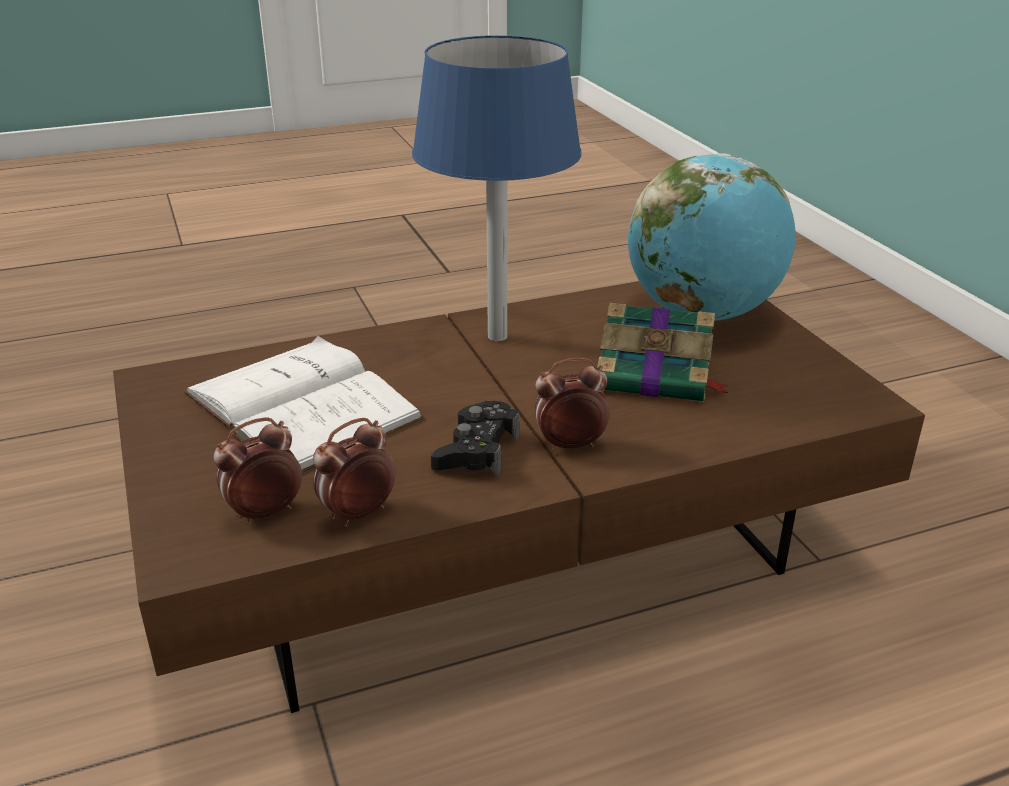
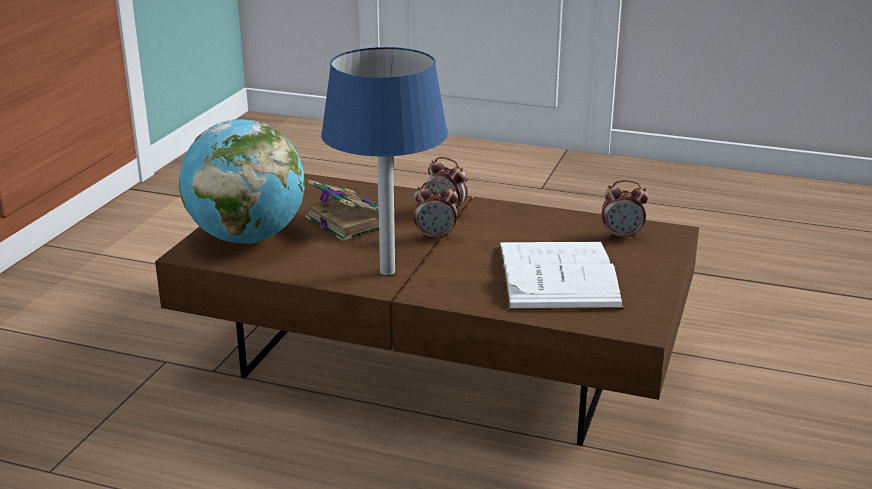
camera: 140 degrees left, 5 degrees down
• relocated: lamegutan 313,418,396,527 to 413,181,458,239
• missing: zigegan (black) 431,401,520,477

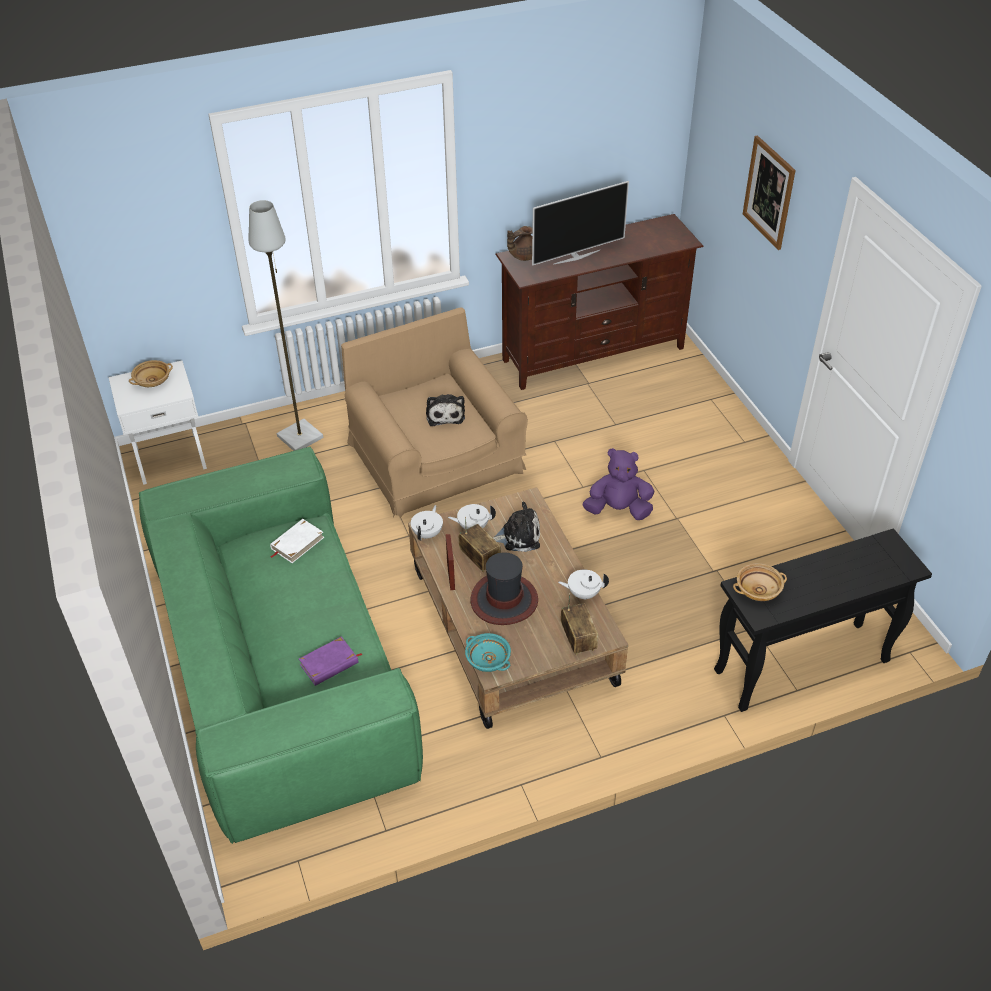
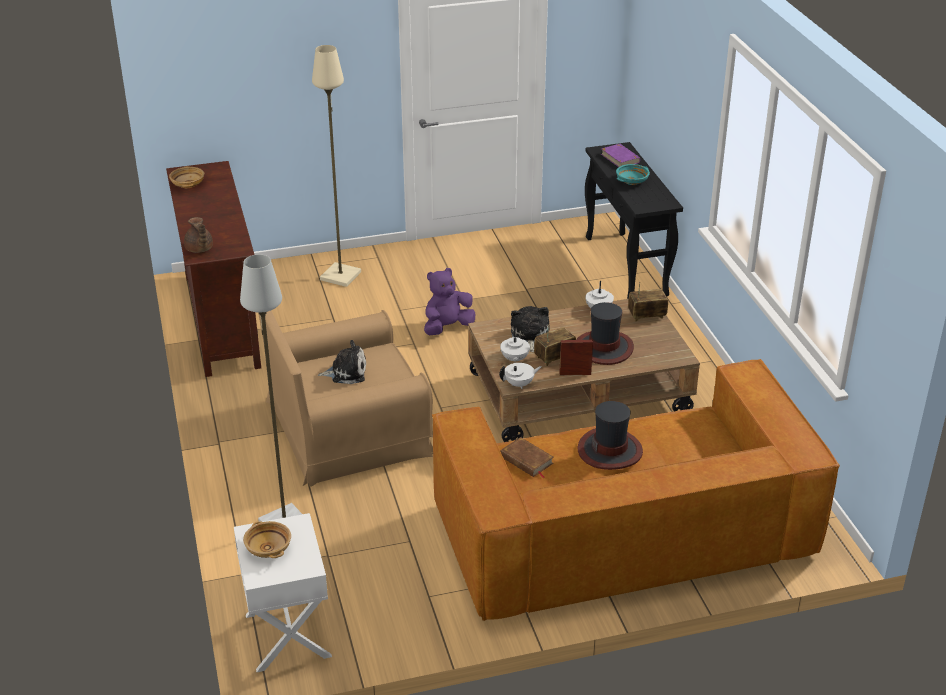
camera: 85 degrees left, 10 degrees down
• colour: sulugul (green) 139,447,423,844 to sulugul (brown) 432,359,840,621
• colour: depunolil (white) 270,519,324,563 to depunolil (brown) 500,437,554,478
• relocated: depunolil (purple) 299,636,362,686 to 601,144,640,167
• spun: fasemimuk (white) 411,505,443,541 = 499,363,542,389 135 degrees clockwise
• relocated: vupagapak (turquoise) 465,633,511,672 to 616,164,650,185
• missing: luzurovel 532,181,629,266
• spun: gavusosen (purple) 583,448,654,520 = 424,268,475,335 45 degrees clockwise
• relocated: vupagapak (beige) 733,563,787,601 to 169,166,204,188
• missing: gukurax 743,135,796,250
• appeared: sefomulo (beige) 312,45,361,287
• appeared: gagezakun 578,401,643,470

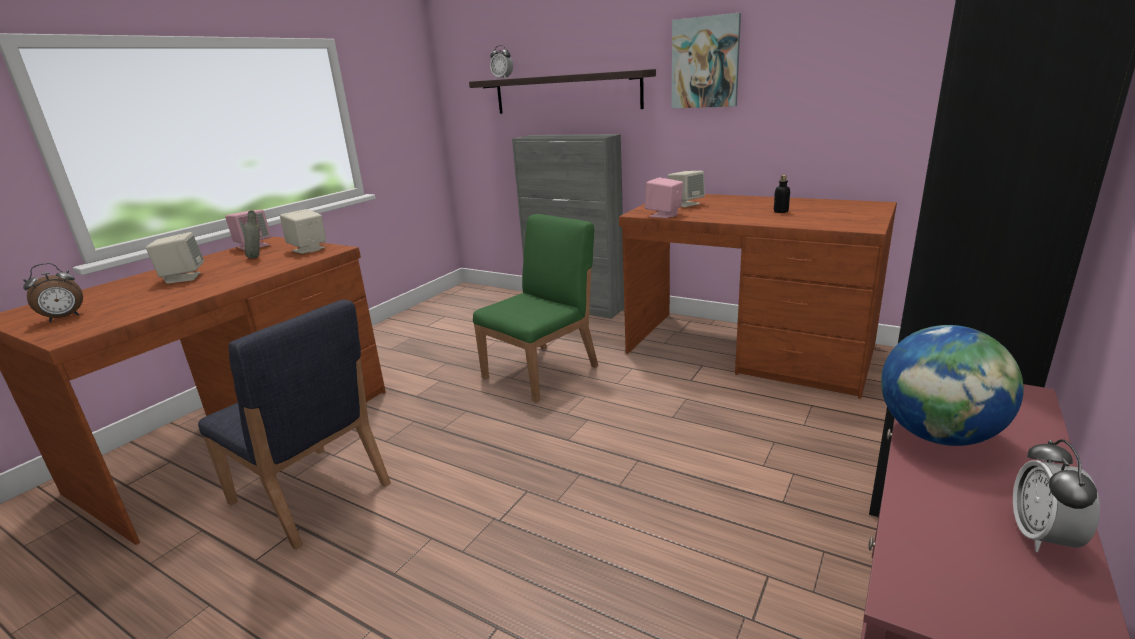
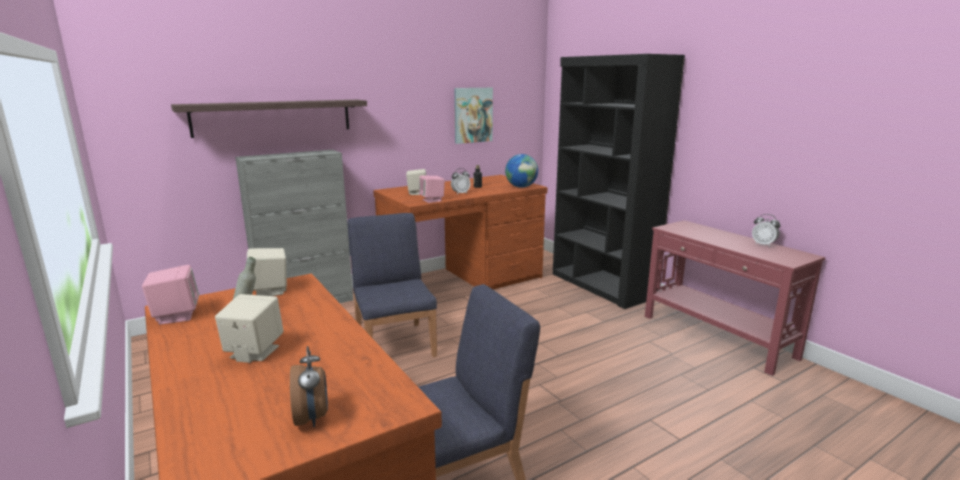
camera: 65 degrees left, 5 degrees down
• colour: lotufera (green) 473,214,598,402 to lotufera (blue) 347,213,437,357
• relocated: lamegutan 490,45,513,79 to 451,168,470,195
• relocated: gukurax 672,13,741,108 to 454,88,493,144
• relocated: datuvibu 881,325,1024,446 to 505,154,538,188

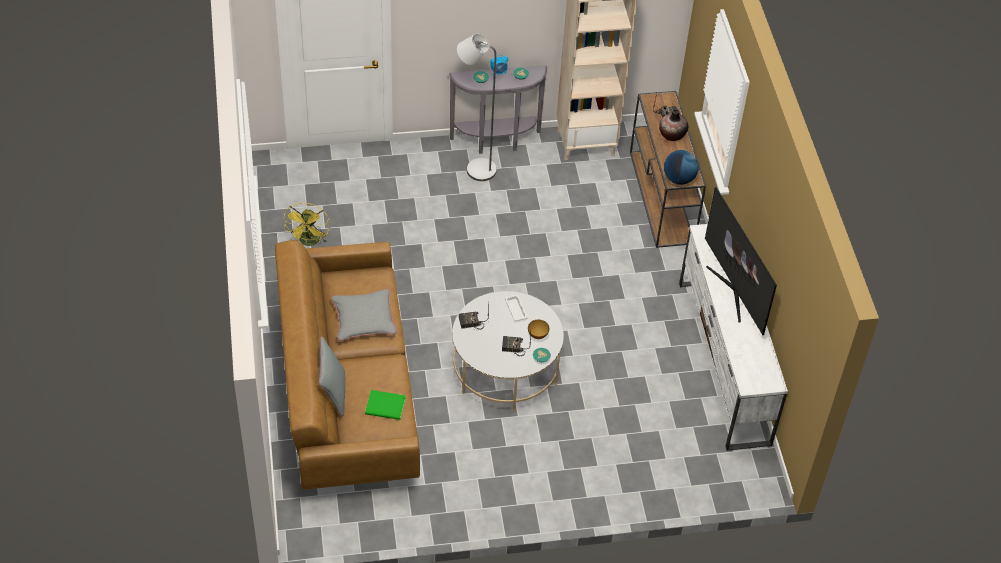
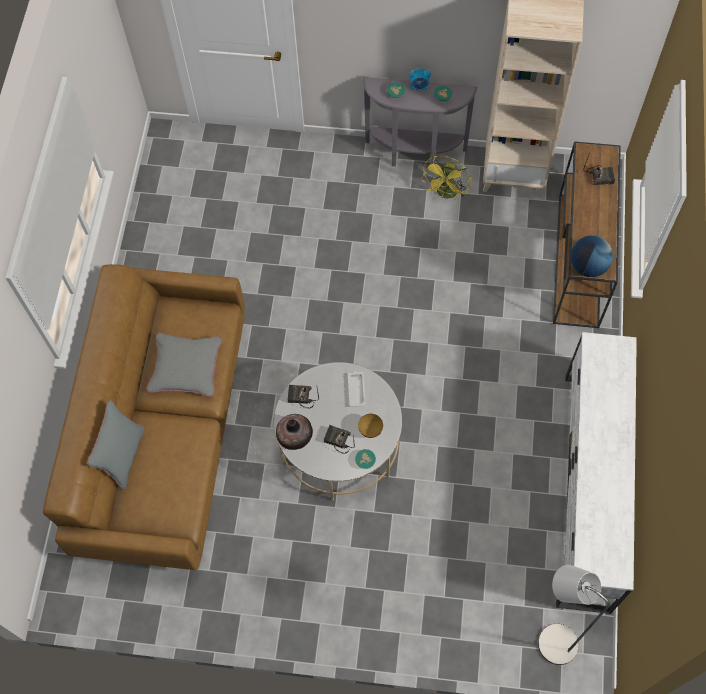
camera: 20 degrees right, 15 degrees up
• relocated: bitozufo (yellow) 283,203,330,246 to 421,156,471,200
• missing: depunolil (green) 365,390,406,420
• relocated: sefomulo (grey) 457,34,497,181 to 538,565,610,665
• relocated: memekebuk 659,109,688,141 to 276,414,313,450
• missing: luzurovel 705,187,777,335

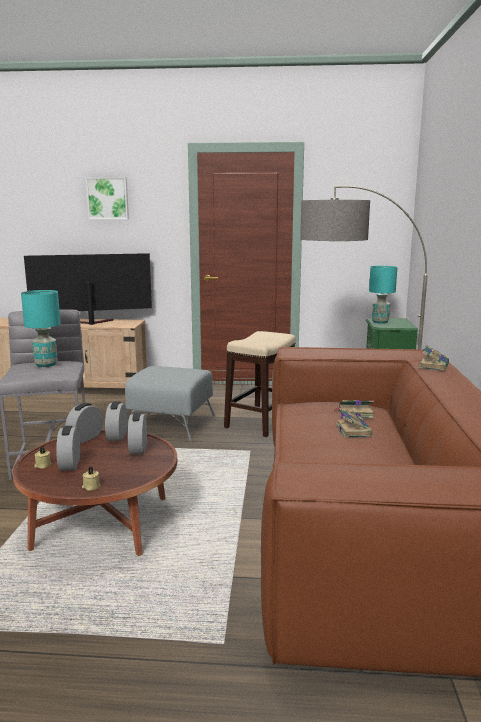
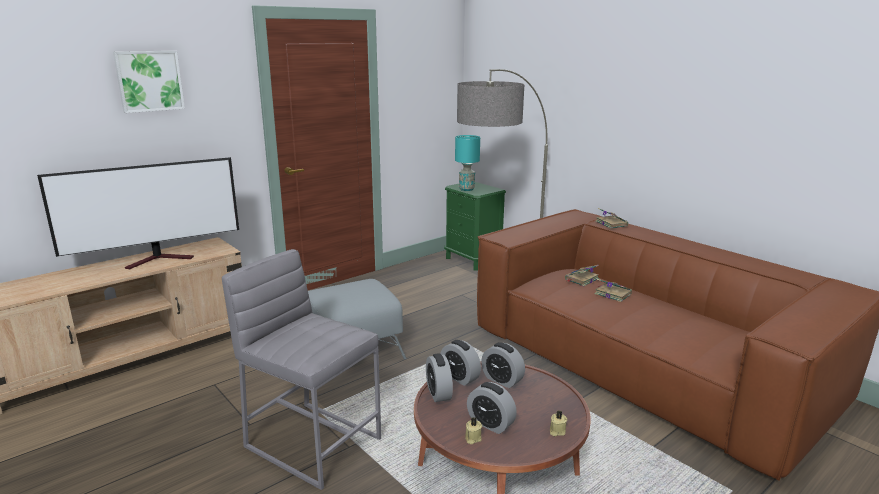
camera: 45 degrees left, 5 degrees up
• missing: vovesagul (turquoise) 21,290,61,367
• spun: luzurovel 24,253,152,325 = 37,157,239,269 150 degrees counterclockwise
• missing: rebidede 224,331,296,437

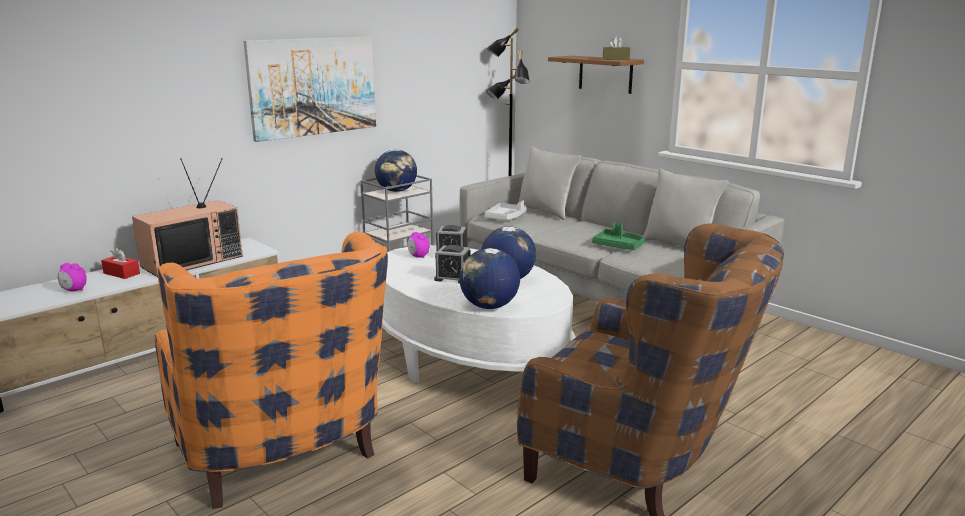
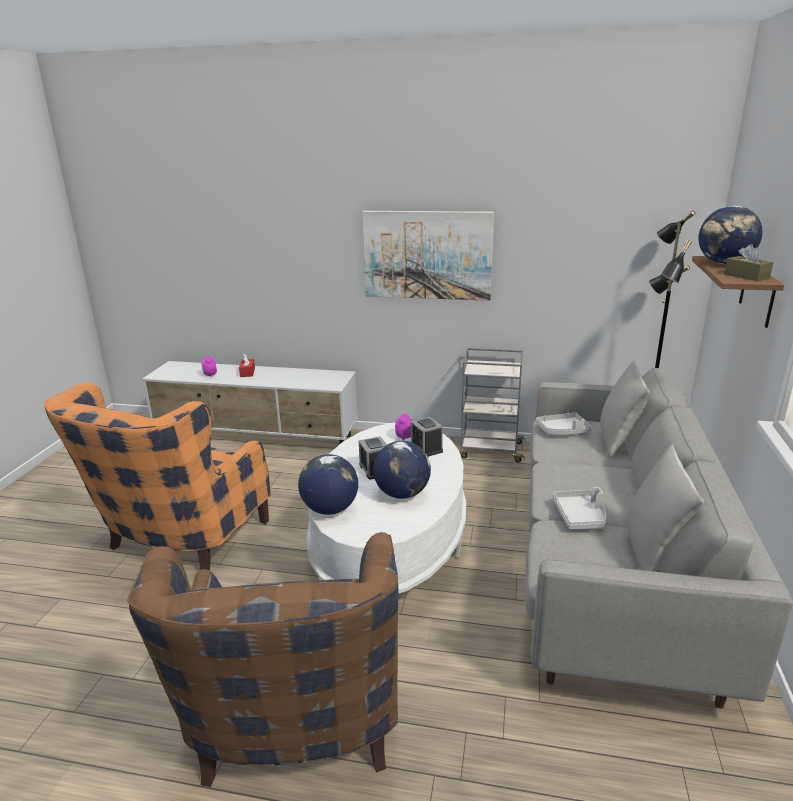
camera: 55 degrees right, 5 degrees up
• missing: luzurovel 132,158,243,277
• relocated: datuvibu 375,150,417,192 to 698,206,762,265
• colour: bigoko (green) 592,223,645,250 to bigoko (grey) 552,487,606,529

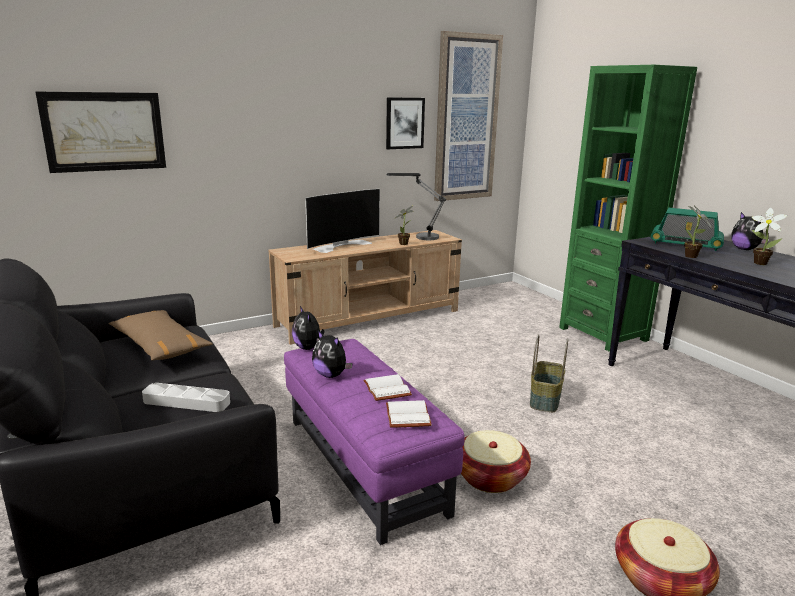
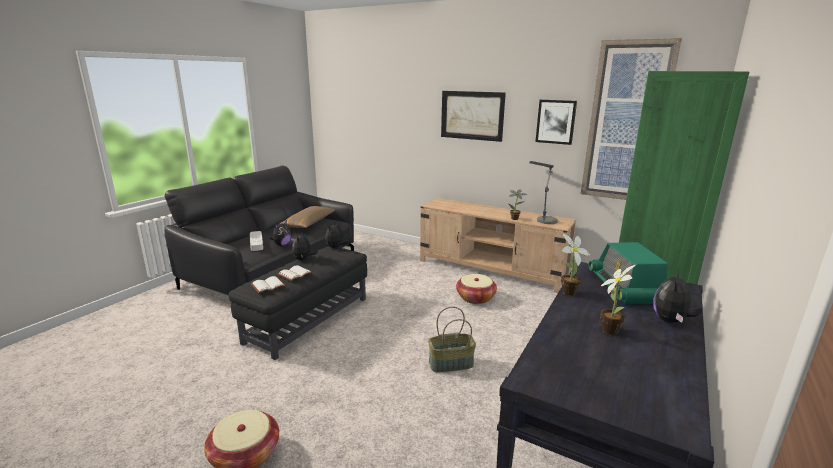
camera: 60 degrees right, 0 degrees up
• relocated: gukurax 36,92,166,173 to 441,91,506,142
• colour: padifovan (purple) 284,339,465,545 to padifovan (black) 229,246,367,360
• missing: luzurovel 305,189,380,253
• relocated: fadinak 461,430,531,493 to 456,274,497,304
• appeared: gavusosen 270,221,291,246

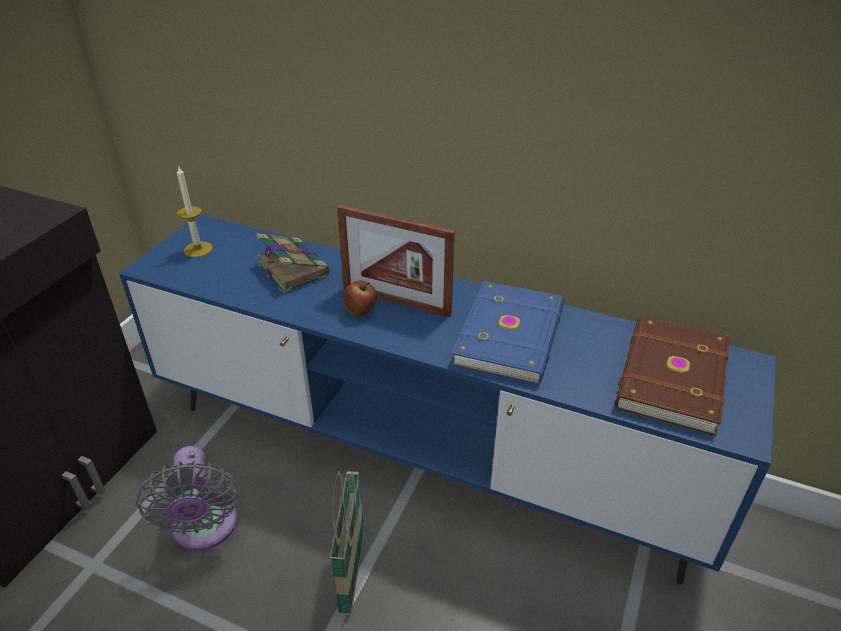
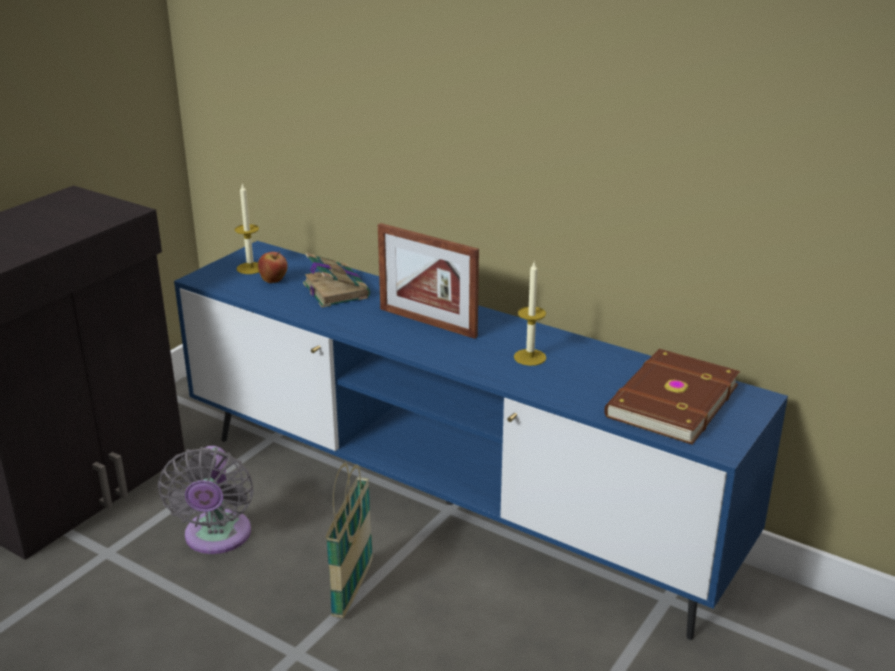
camera: 10 degrees right, 10 degrees down
• relocated: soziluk 344,281,377,316 to 258,252,288,283
• exchanged: depunolil (blue) 451,281,564,385 to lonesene 514,262,546,366

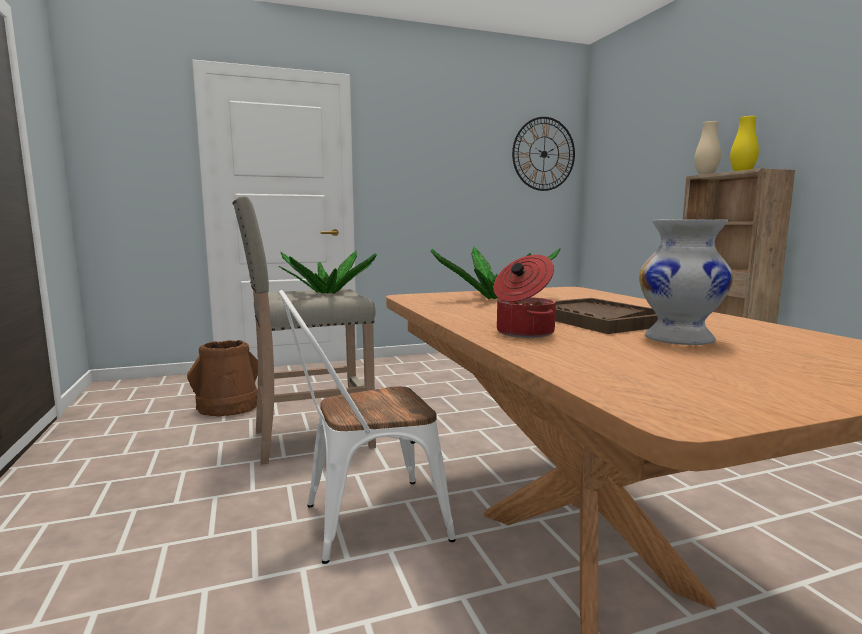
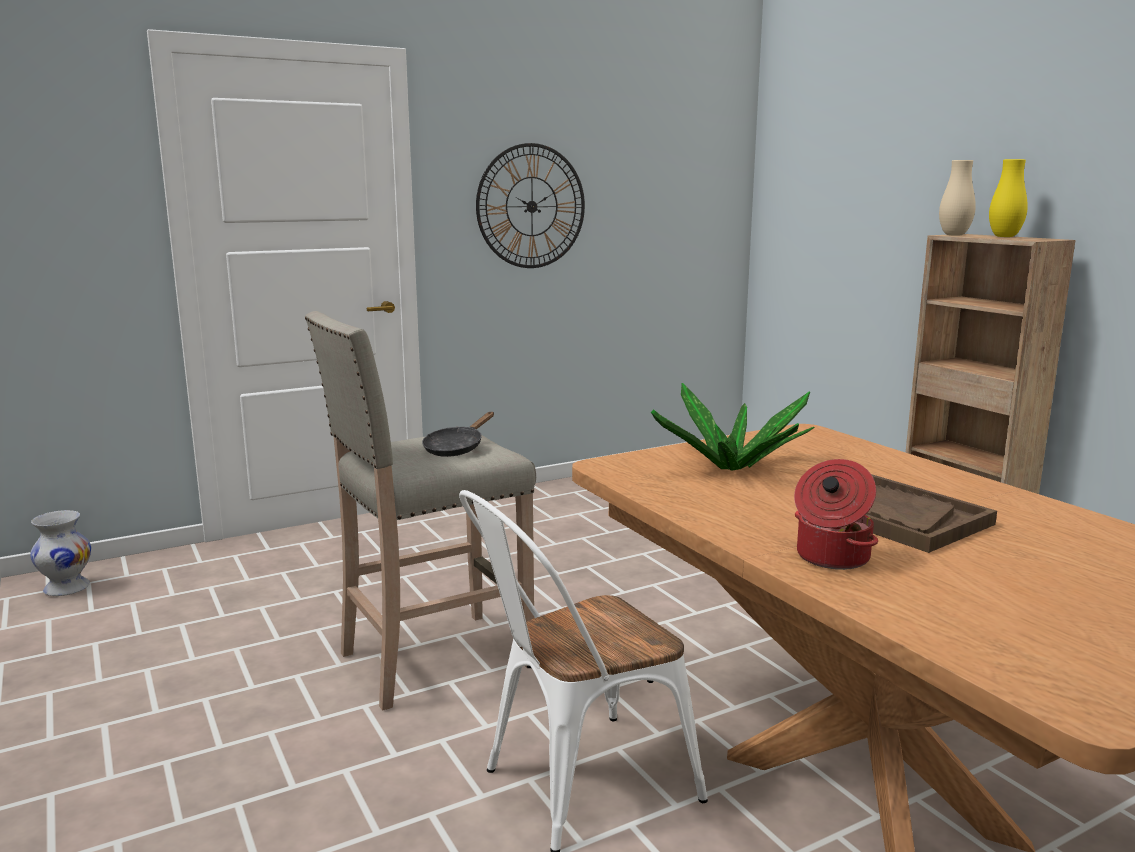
camera: 10 degrees left, 5 degrees up
• missing: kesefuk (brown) 187,340,258,416
• exchanged: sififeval 279,250,377,294 to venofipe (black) 422,412,494,457
• relocated: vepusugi 512,117,575,191 to 476,143,585,268
• relocated: memekebuk (white) 639,219,733,345 to 30,510,91,596

